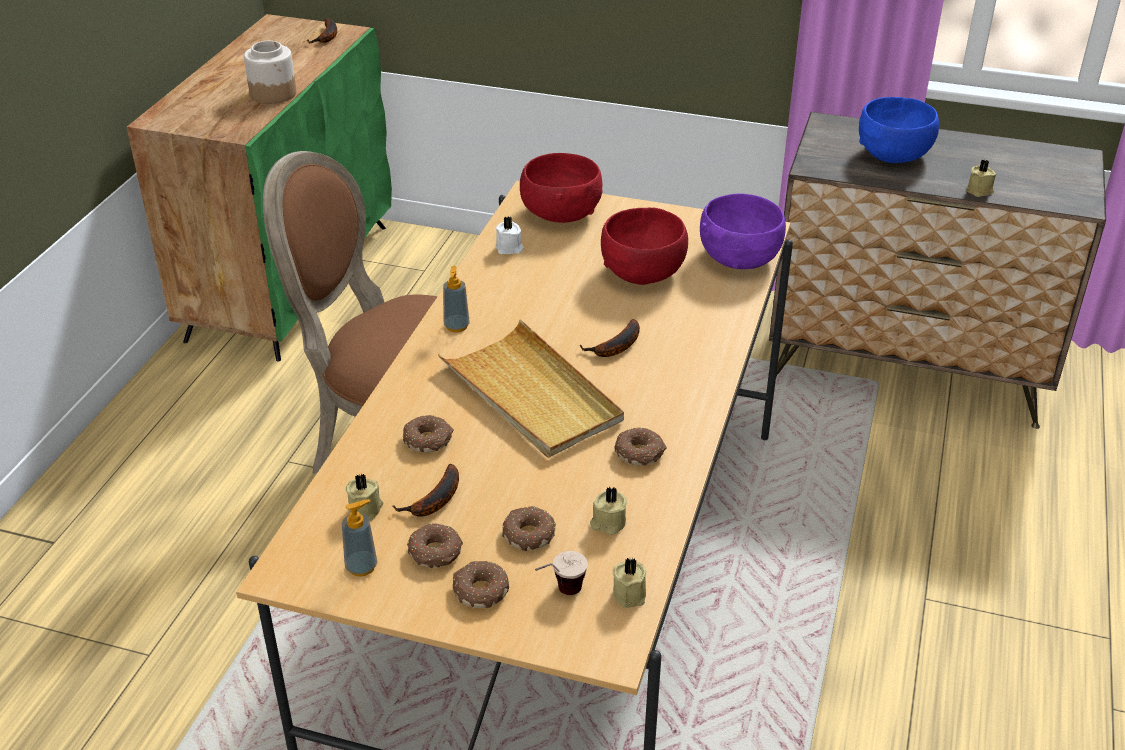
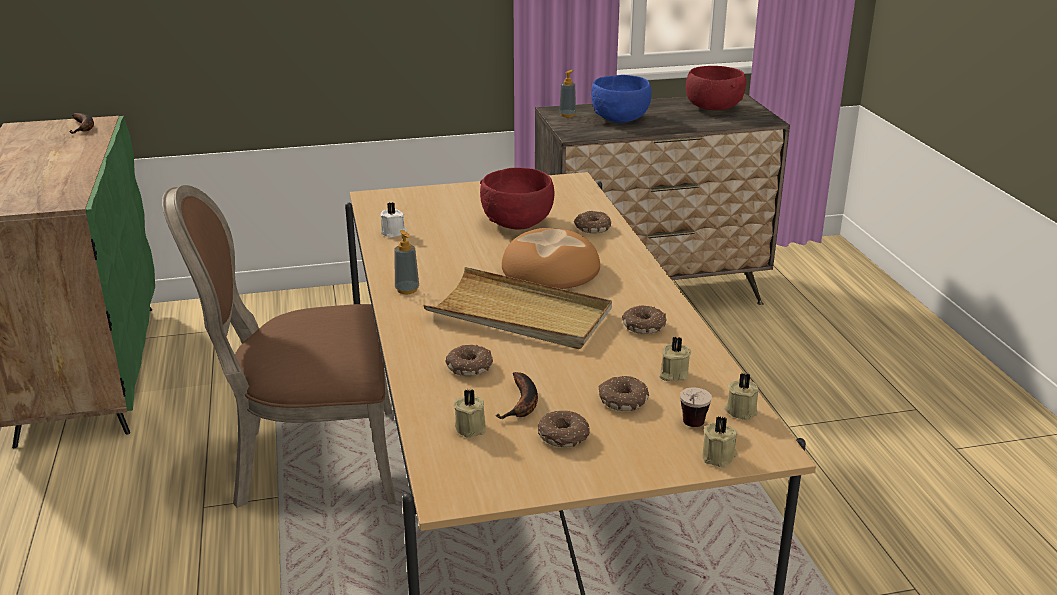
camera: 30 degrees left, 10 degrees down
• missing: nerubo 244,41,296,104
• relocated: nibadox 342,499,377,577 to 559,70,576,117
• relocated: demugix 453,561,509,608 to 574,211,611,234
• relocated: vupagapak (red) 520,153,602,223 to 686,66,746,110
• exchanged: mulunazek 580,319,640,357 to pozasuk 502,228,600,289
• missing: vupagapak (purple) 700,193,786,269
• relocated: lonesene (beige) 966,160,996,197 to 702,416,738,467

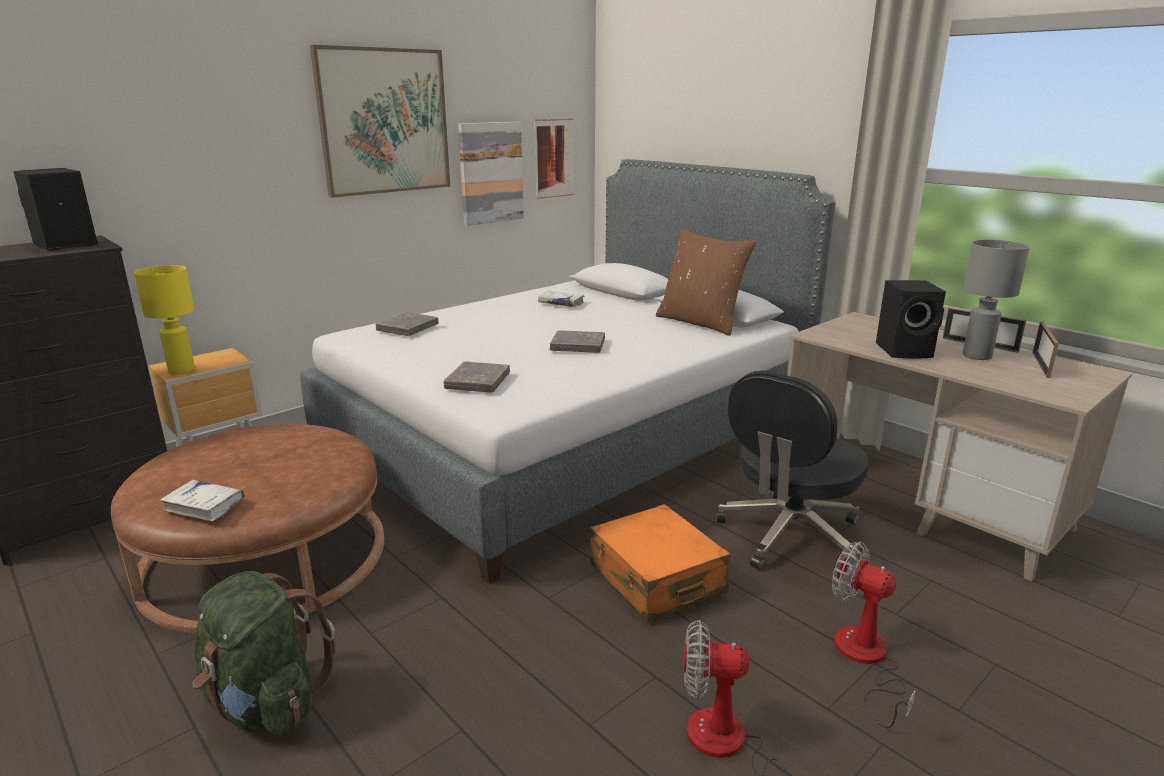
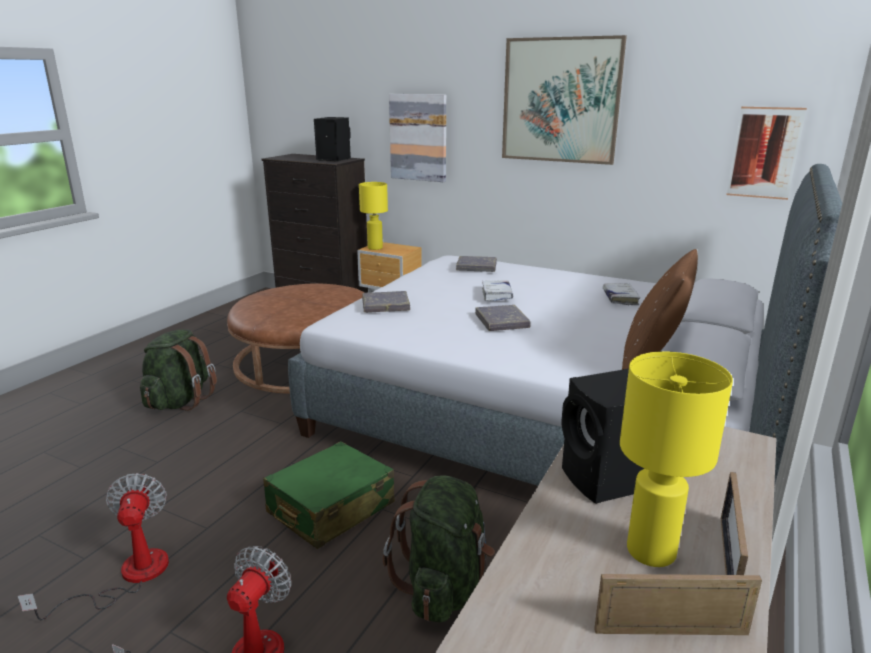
camera: 70 degrees right, 0 degrees up
• relocated: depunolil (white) 160,480,245,521 to 482,280,513,301
• relocated: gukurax 458,122,524,226 to 389,94,446,182
• colour: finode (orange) 590,504,730,622 to finode (green) 263,441,395,549
• exchanged: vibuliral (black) 716,371,869,570 to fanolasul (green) 383,475,495,623
• colour: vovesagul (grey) 963,240,1030,360 to vovesagul (yellow) 620,351,733,567

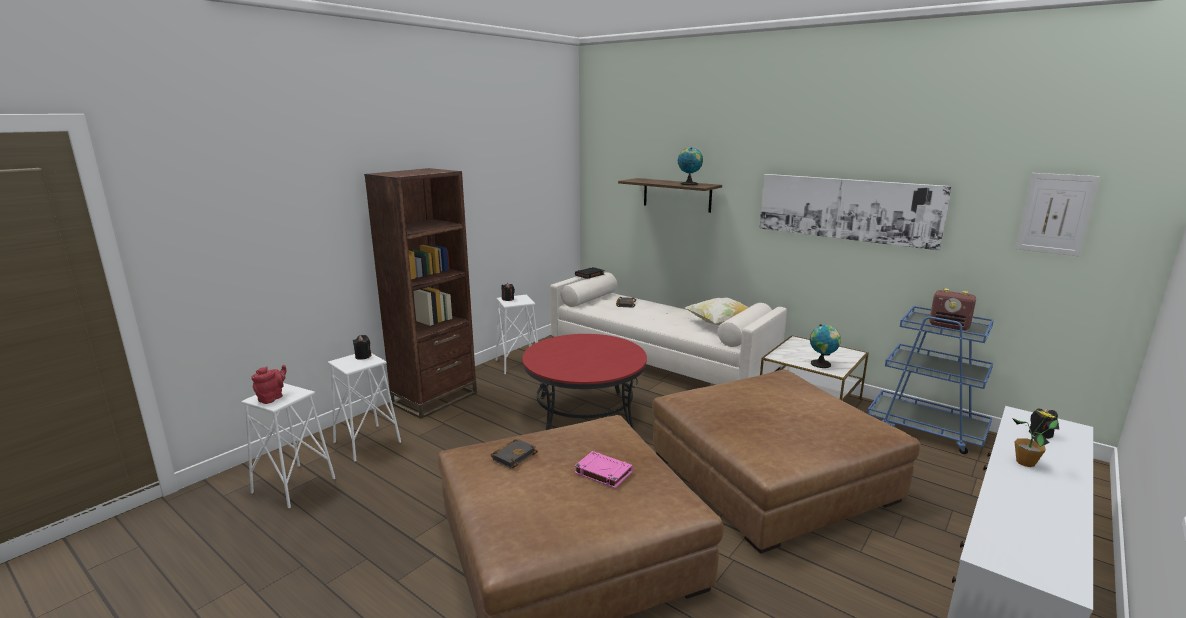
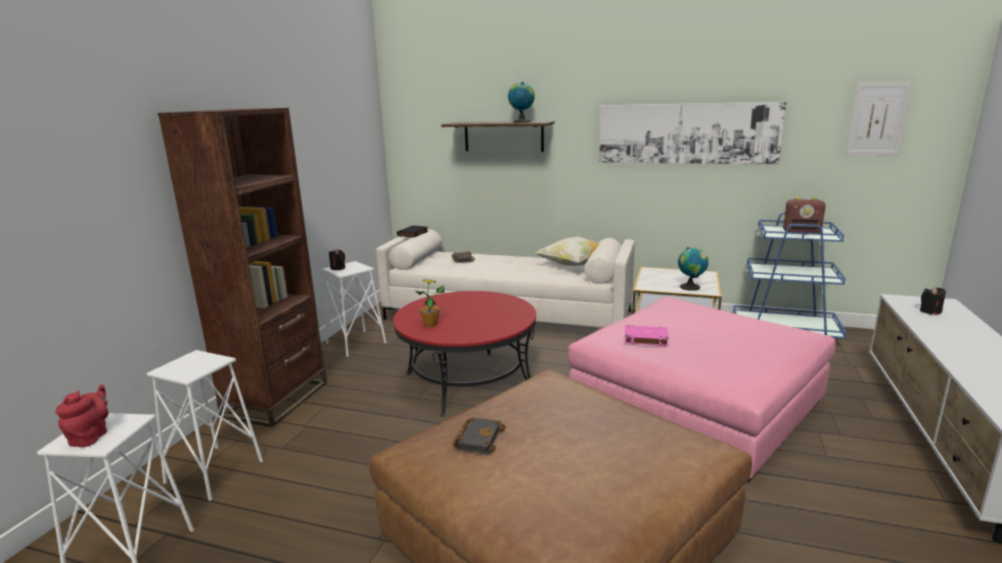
camera: 20 degrees left, 0 degrees up
• missing: lonesene (black) 353,335,372,360
• relocated: depunolil (pink) 574,451,633,489 to 624,325,669,346
• colour: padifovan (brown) 652,370,920,554 to padifovan (pink) 567,297,836,483
• relocated: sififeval 1012,410,1060,467 to 414,279,445,327

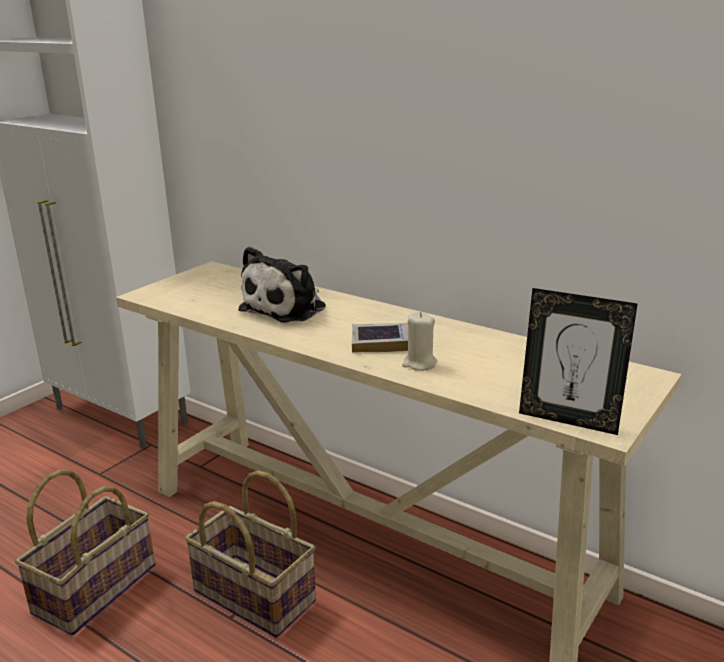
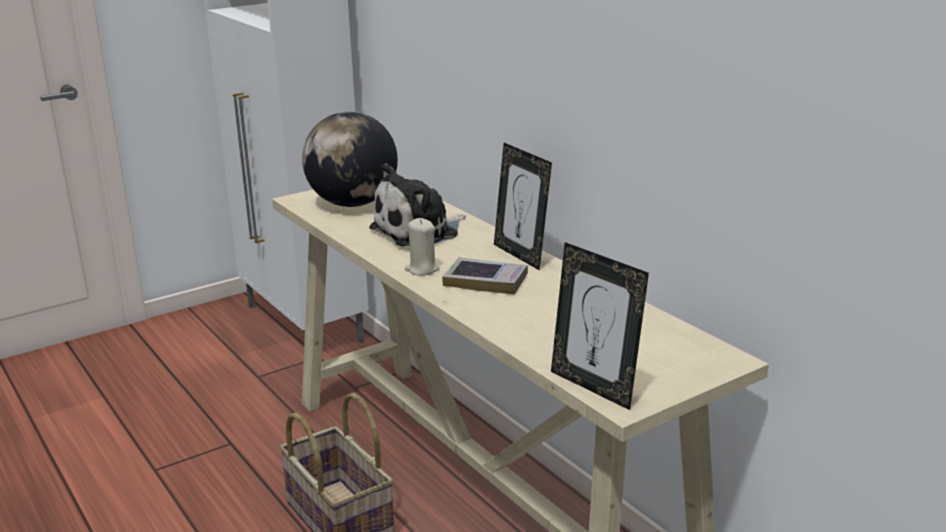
camera: 20 degrees right, 0 degrees up
• missing: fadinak 15,469,155,635
• relocated: lonesene (beige) 402,311,437,371 to 405,218,440,276
• appeared: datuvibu 302,112,398,207
• appeared: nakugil 494,143,552,270

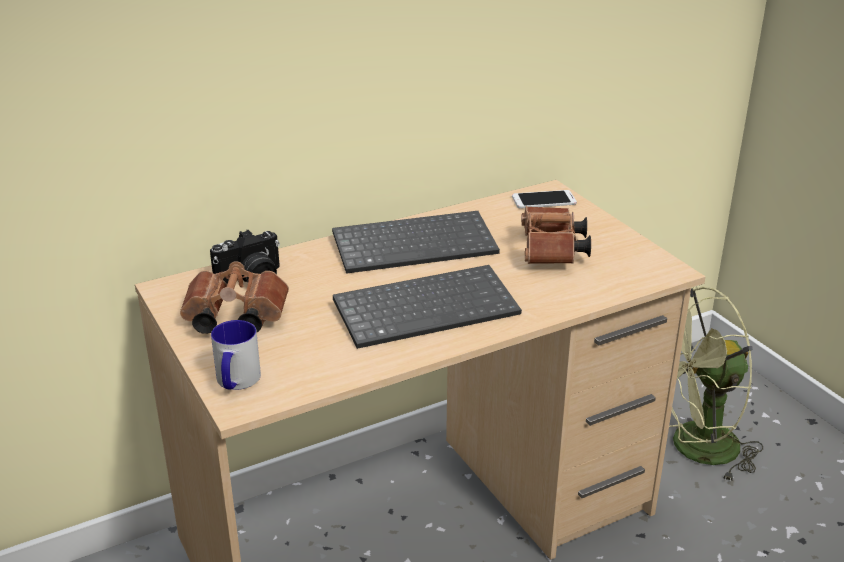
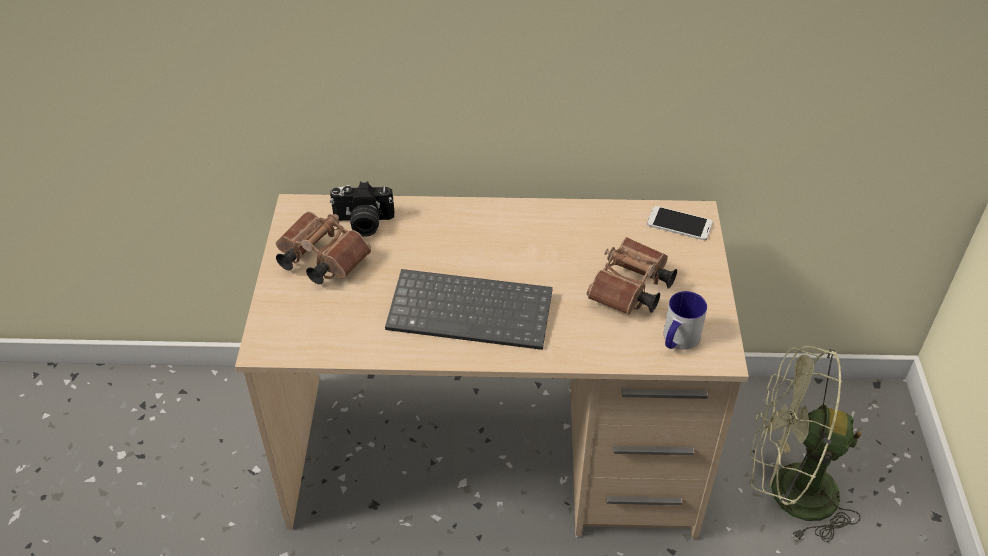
camera: 30 degrees right, 15 degrees up
• relocated: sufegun 211,320,261,390 to 664,291,707,349
• missing: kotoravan 332,211,500,274

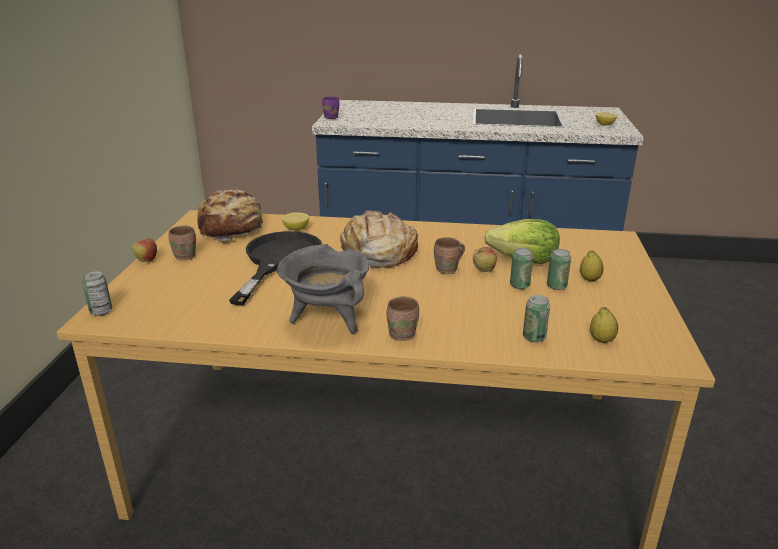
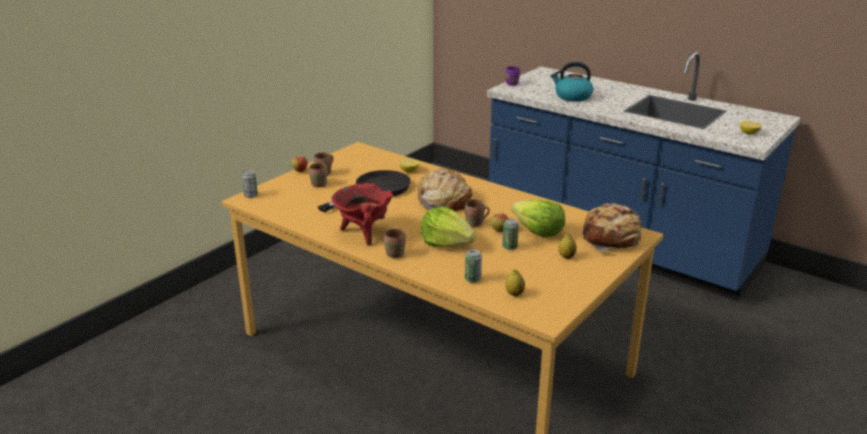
camera: 30 degrees right, 0 degrees up
• relocated: pozasuk 197,189,263,241 to 583,203,642,251
• colour: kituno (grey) 277,244,369,334 to kituno (red) 332,183,394,246
• missing: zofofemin 547,249,571,290
• appeared: sufegun (brown) 309,163,328,188
• appeared: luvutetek 421,206,476,248
• appeared: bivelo 551,62,593,101

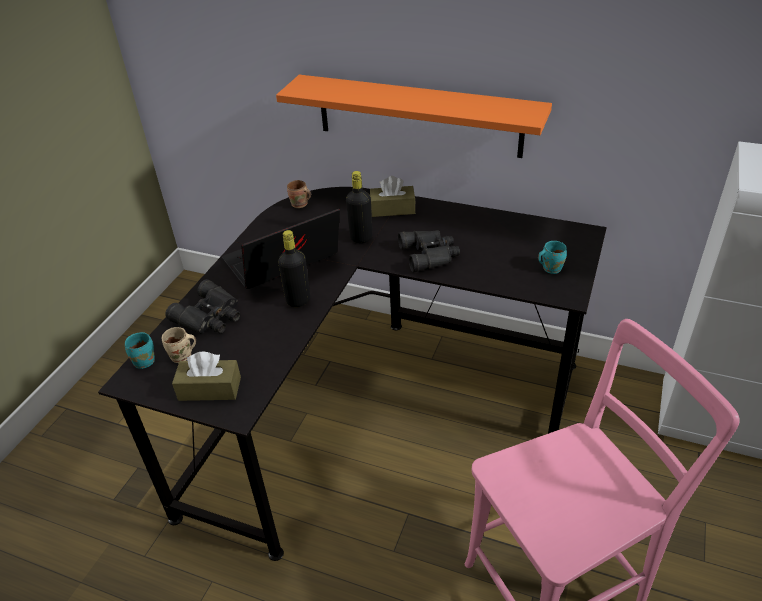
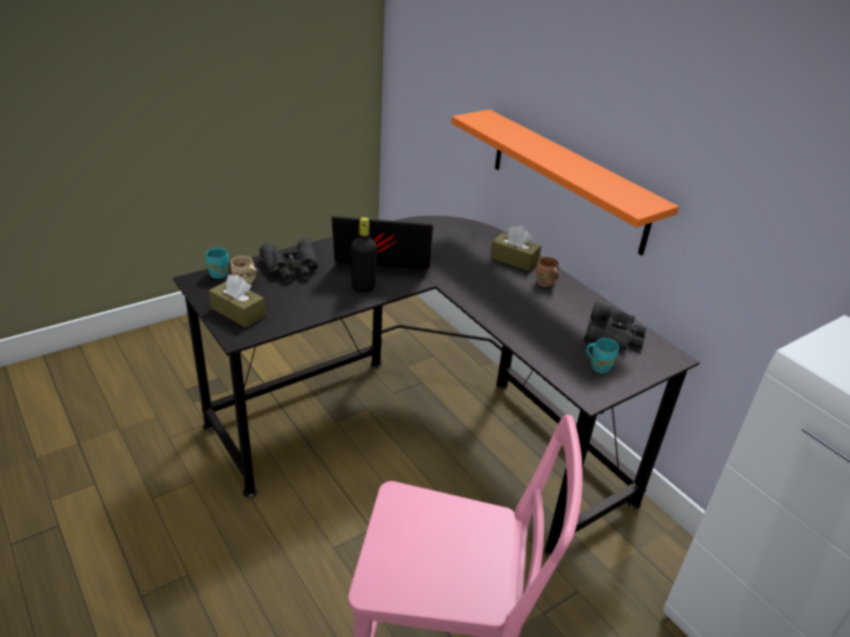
camera: 30 degrees right, 5 degrees down
• relocated: sufegun (brown) 287,180,311,208 to 537,257,559,287
• missing: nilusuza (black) 346,171,372,243
• relocated: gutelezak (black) 398,230,460,272 to 584,302,646,350

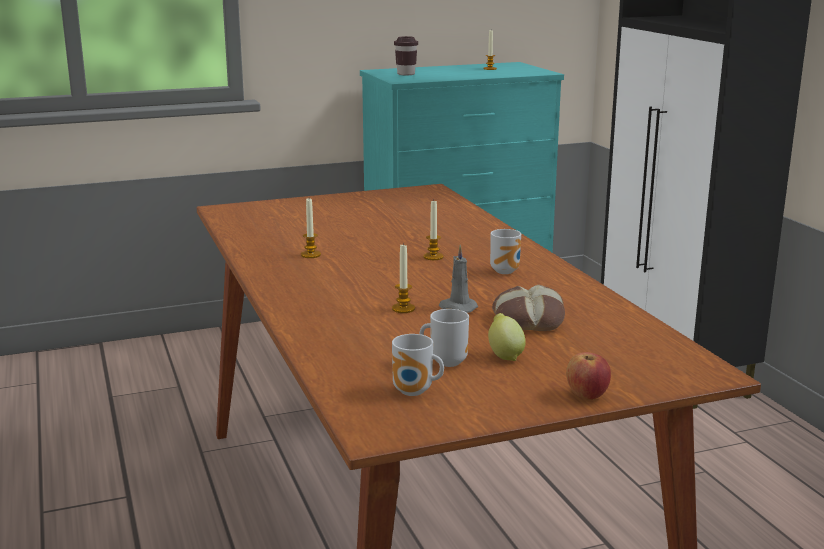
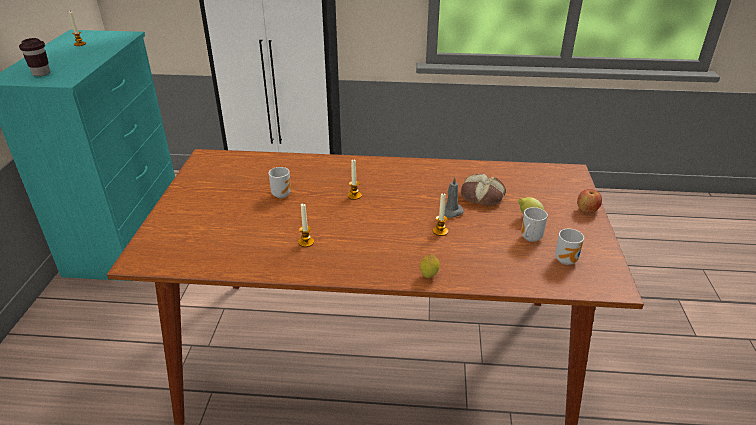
camera: 65 degrees left, 15 degrees up
• relocated: sufegun 490,229,521,274 to 268,167,291,198
• appeared: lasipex 420,254,440,278

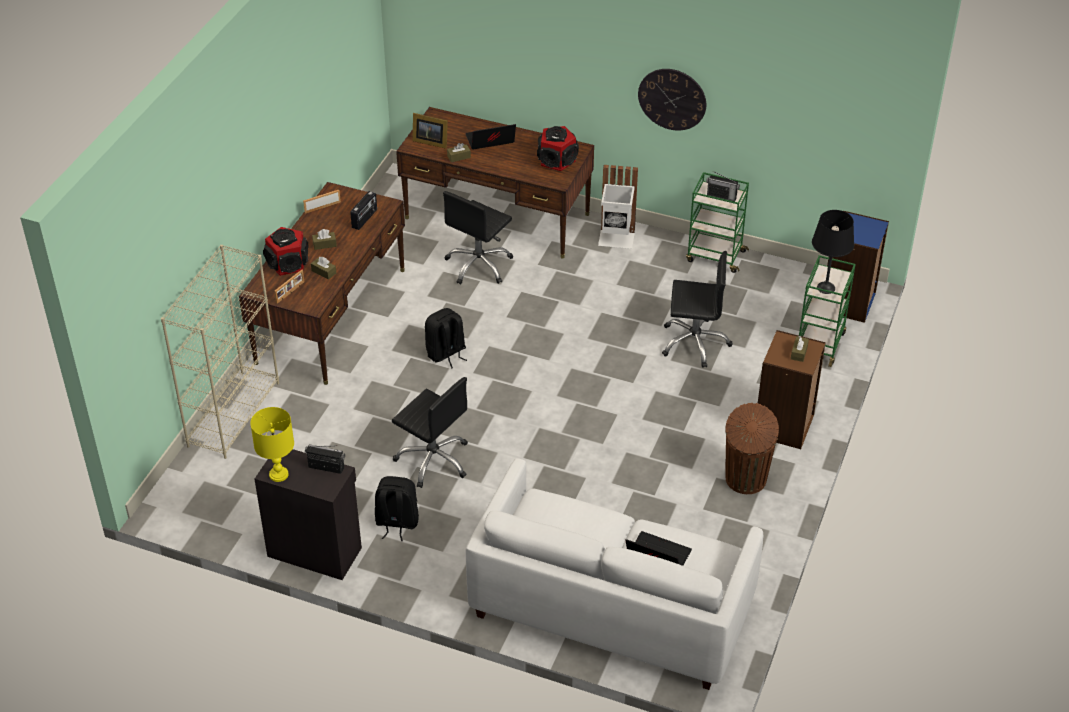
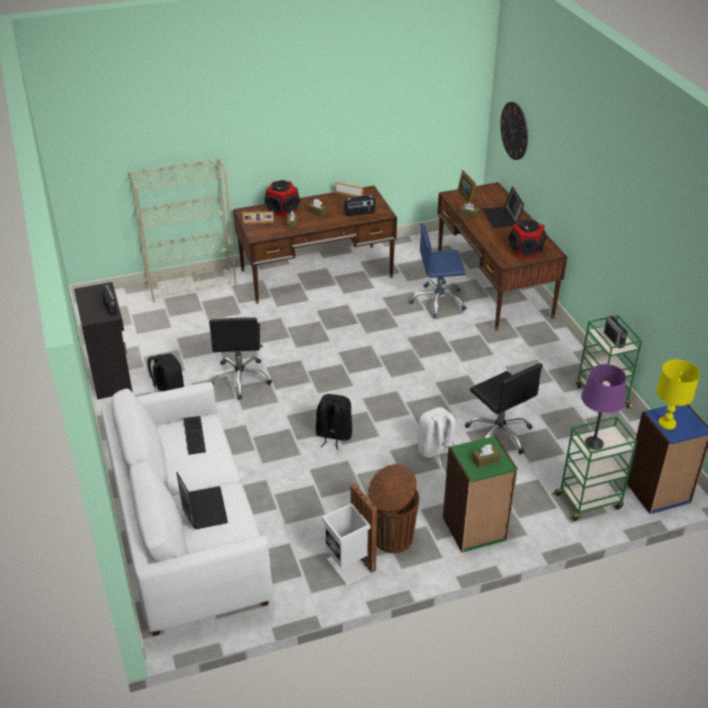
camera: 50 degrees right, 5 degrees down
• relocated: vovesagul (yellow) 250,407,294,482 to 657,359,700,430
• relocated: fanolasul (black) 425,308,467,369 to 316,394,352,450
• colour: vibuliral (black) 443,191,513,285 to vibuliral (blue) 409,223,467,318
• spun: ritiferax 465,124,516,149 = 483,186,524,228 135 degrees counterclockwise
• relocated: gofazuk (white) 598,165,638,249 to 322,483,377,585
• relocated: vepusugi 638,69,706,130 to 500,102,528,160
• colour: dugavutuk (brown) 758,330,826,449 to dugavutuk (green) 443,435,518,553
• colour: vovesagul (black) 812,210,854,294 to vovesagul (purple) 581,364,626,450
• appeared: kotoravan 183,416,206,455
• appeared: fanolasul (white) 418,407,456,465

